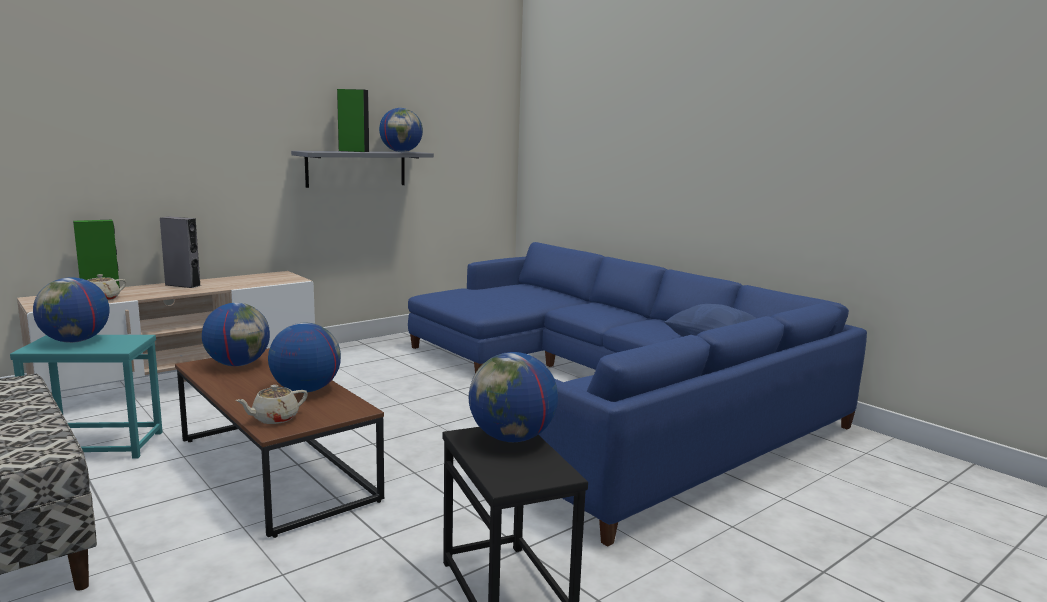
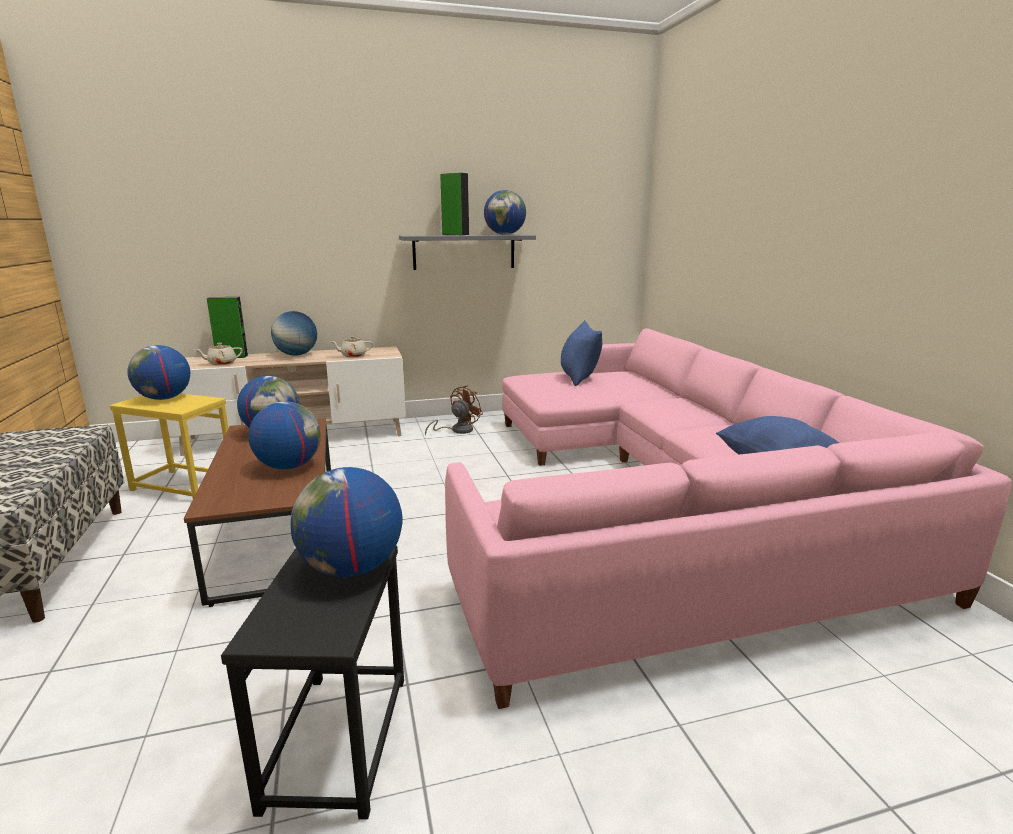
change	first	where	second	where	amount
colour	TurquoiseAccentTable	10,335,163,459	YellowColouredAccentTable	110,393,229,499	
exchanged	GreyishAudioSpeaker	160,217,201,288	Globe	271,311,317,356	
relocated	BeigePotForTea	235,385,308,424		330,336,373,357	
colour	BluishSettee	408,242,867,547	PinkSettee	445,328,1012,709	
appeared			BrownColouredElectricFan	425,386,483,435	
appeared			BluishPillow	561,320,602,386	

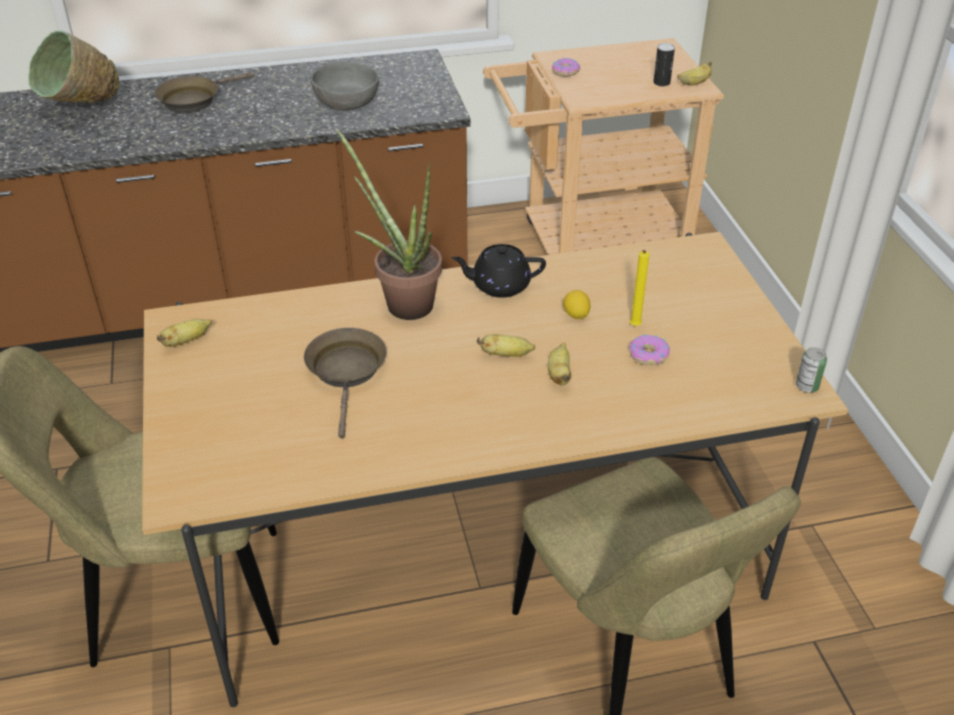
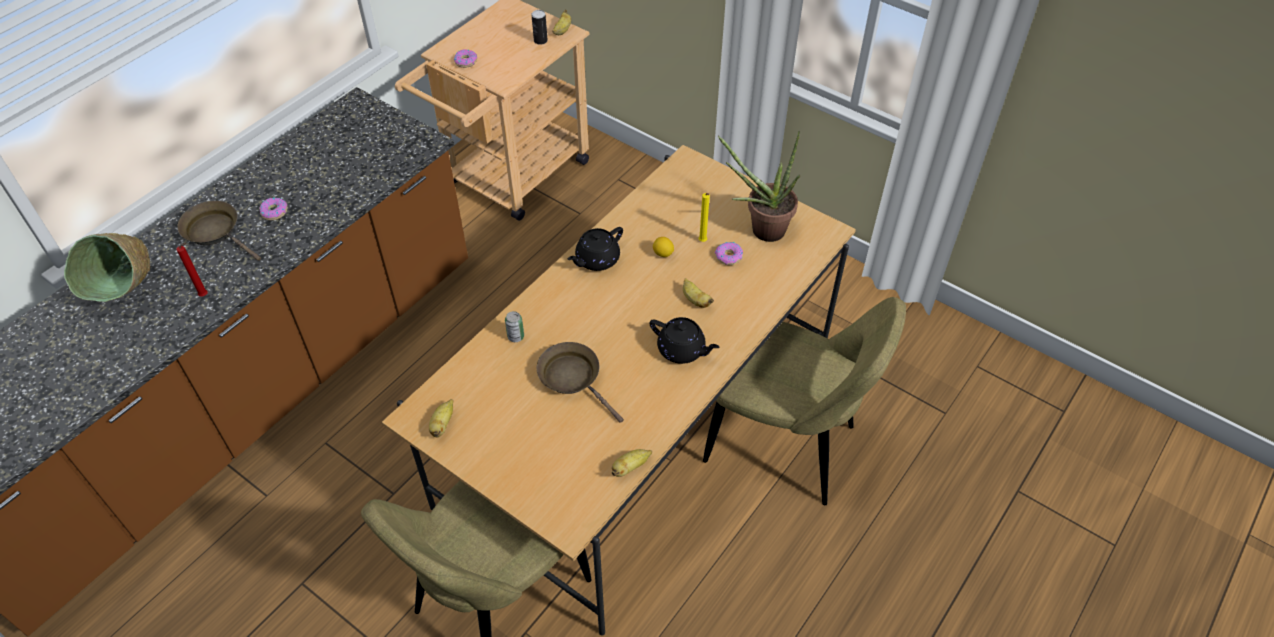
change	first	where	second	where	amount
spun	BrownColouredFryingPan	154,72,254,113		177,201,261,261	120 degrees clockwise
missing	GreyishBowl	311,62,379,110			
relocated	PottedPlant	337,129,442,320		718,131,800,242	
relocated	WholeBanana	477,334,535,357		612,449,652,477	
relocated	MetalCan	796,347,827,393		505,311,524,342	
appeared			ReddishCandle	176,243,208,297	
appeared			RingDoughnut	260,198,287,221	
appeared			BlackPotForTea	650,317,720,364	

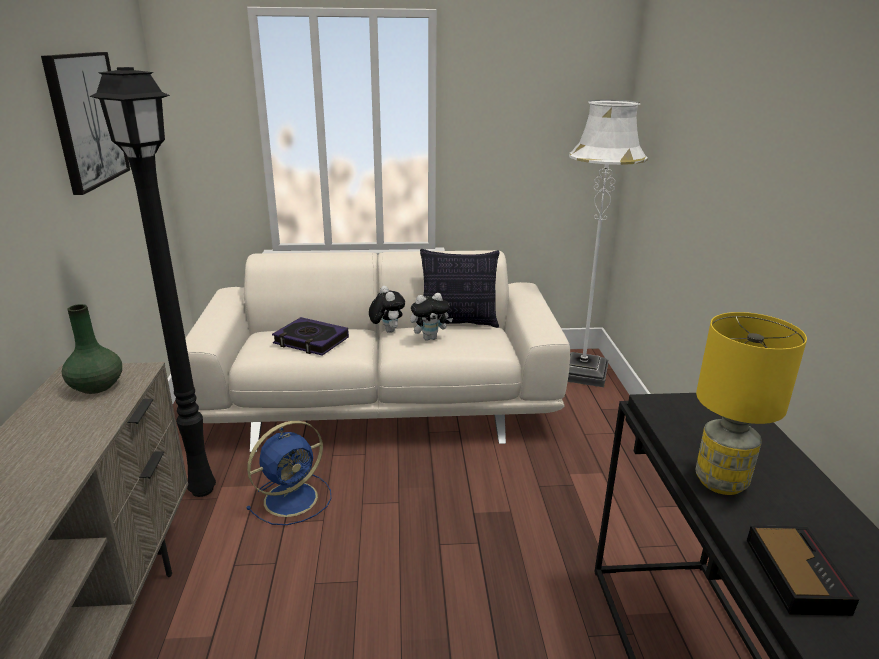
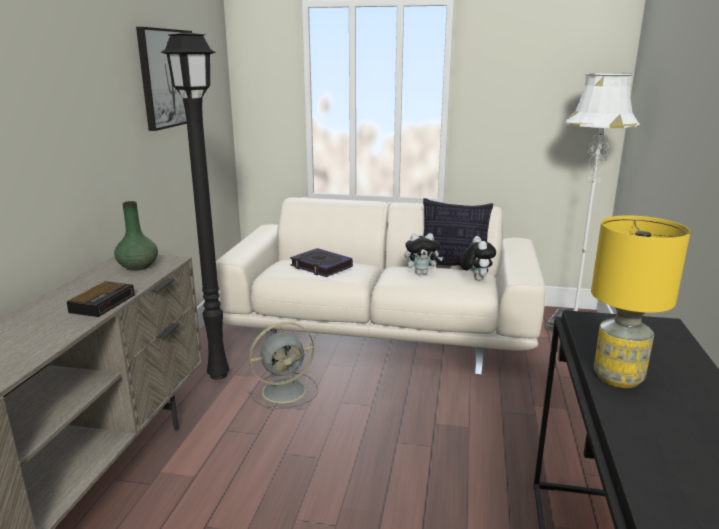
change	first	where	second	where	amount
colour	BluishElectricFan	246,421,332,525	GreyishElectricFan	248,322,318,409	
relocated	PlushToy	369,286,405,333		460,236,496,281	
relocated	BedsideClock	747,525,859,616		67,281,135,317	

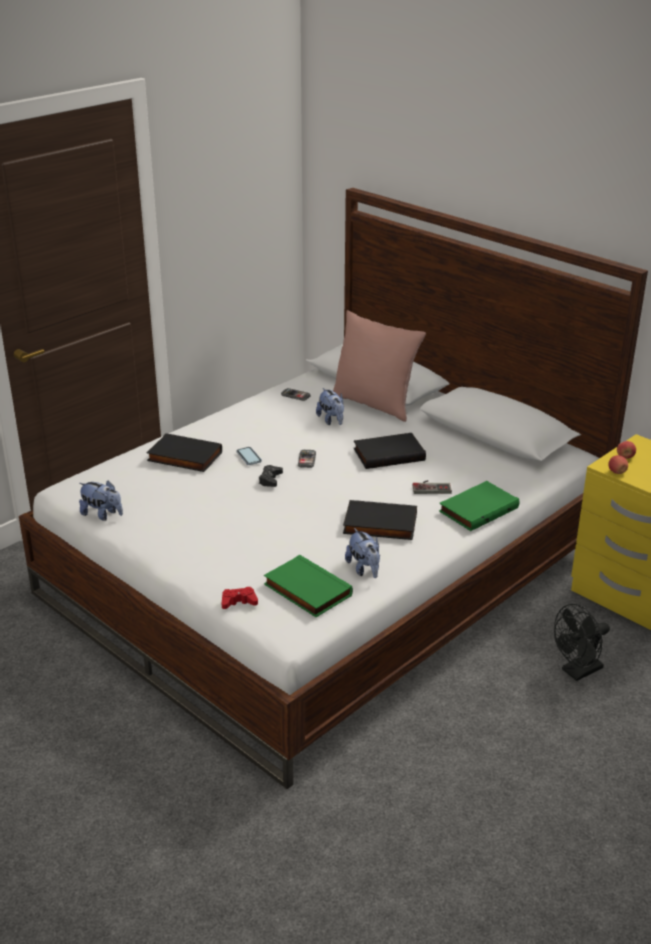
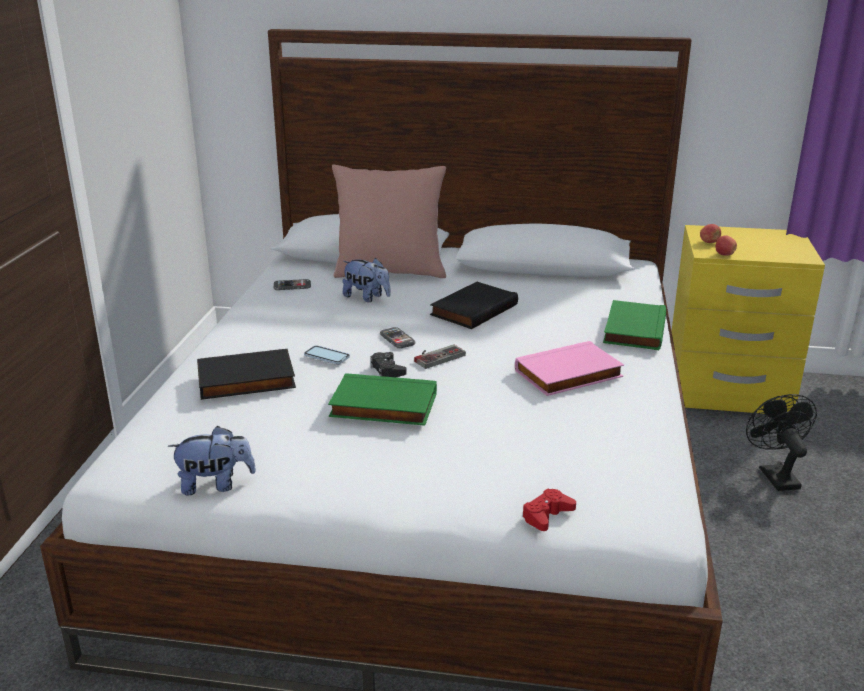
change	first	where	second	where	amount
relocated	GreenishBook	264,555,353,617		328,373,437,426	
colour	BlackBook	343,500,417,540	PinkBook	515,341,624,396	
missing	PlushToy	345,528,380,578			
relocated	Joypad	413,480,452,494		414,344,466,369	
spun	BlackElectricFan	554,604,610,681		746,394,817,491	150 degrees clockwise

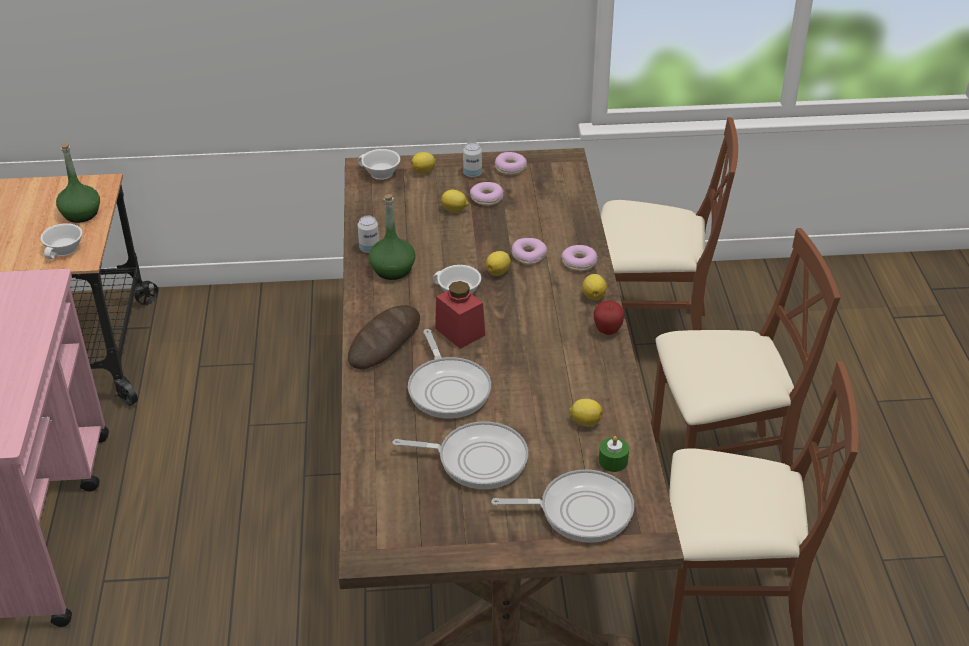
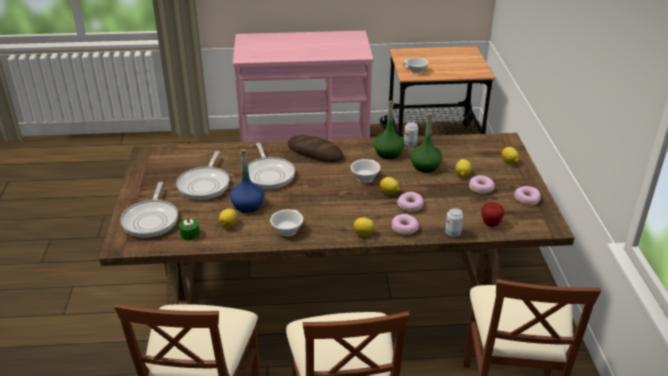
change	first	where	second	where	amount
relocated	GreenishBottle	56,143,100,223		411,112,442,172	
relocated	WhitishSmallCup	358,149,400,180		270,210,303,236	
spun	FryingPan	408,329,491,418		248,143,295,189	90 degrees counterclockwise
missing	ReddishJar	435,281,485,349			
relocated	MetalCan	463,142,482,178		445,208,463,237	
relocated	Apple	594,300,625,335		481,202,504,227	
appeared			BluishBottle	230,149,264,213	

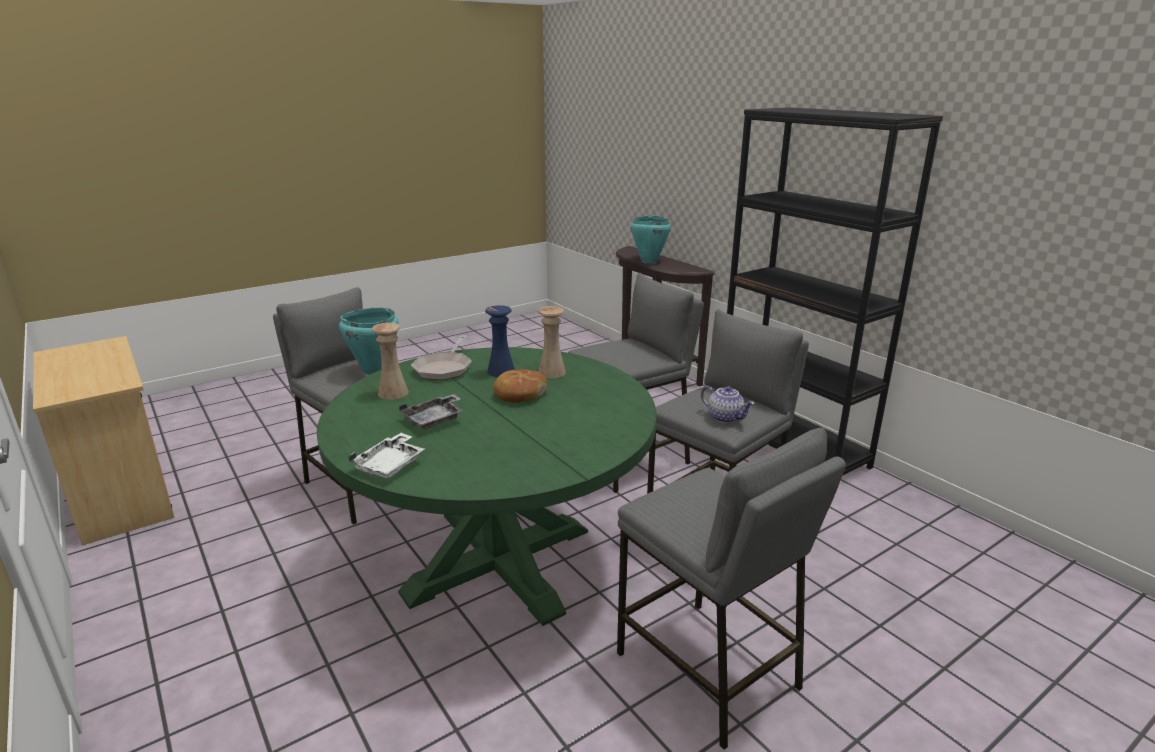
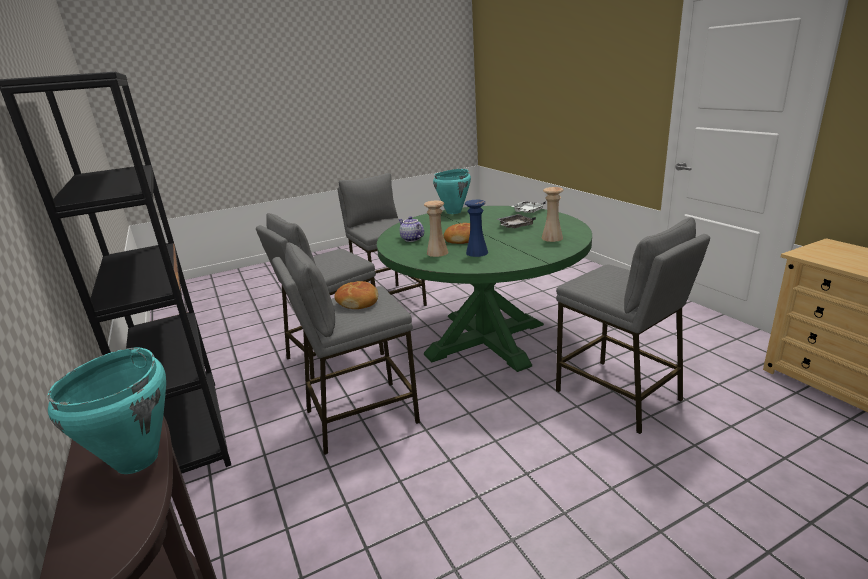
change	first	where	second	where	amount
relocated	TurquoiseCookingPot	339,308,399,375		433,169,471,214	
missing	FryingPan	411,335,471,380			
relocated	PotForTea	701,386,754,423		399,216,424,242	
appeared			Bread	334,281,378,309	

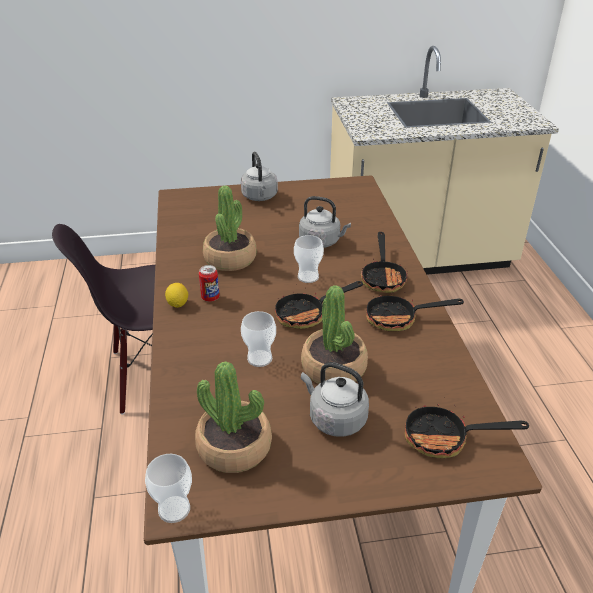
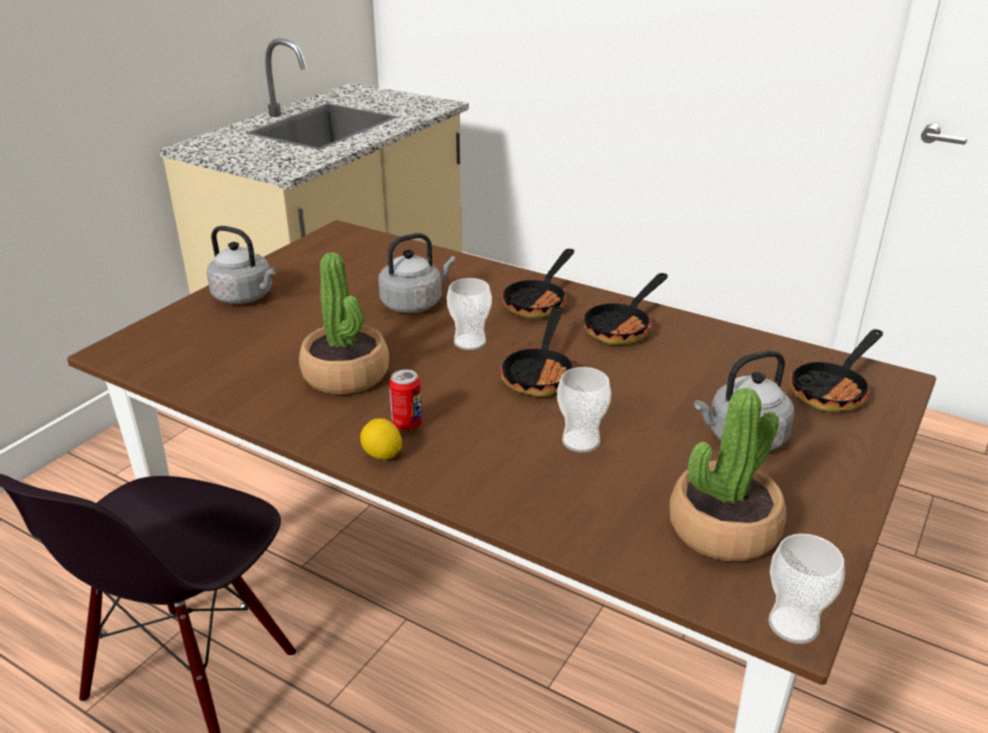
change	first	where	second	where	amount
missing	PottedPlant	301,285,368,384			
spun	FryingPan	361,232,408,293		502,249,574,319	75 degrees clockwise

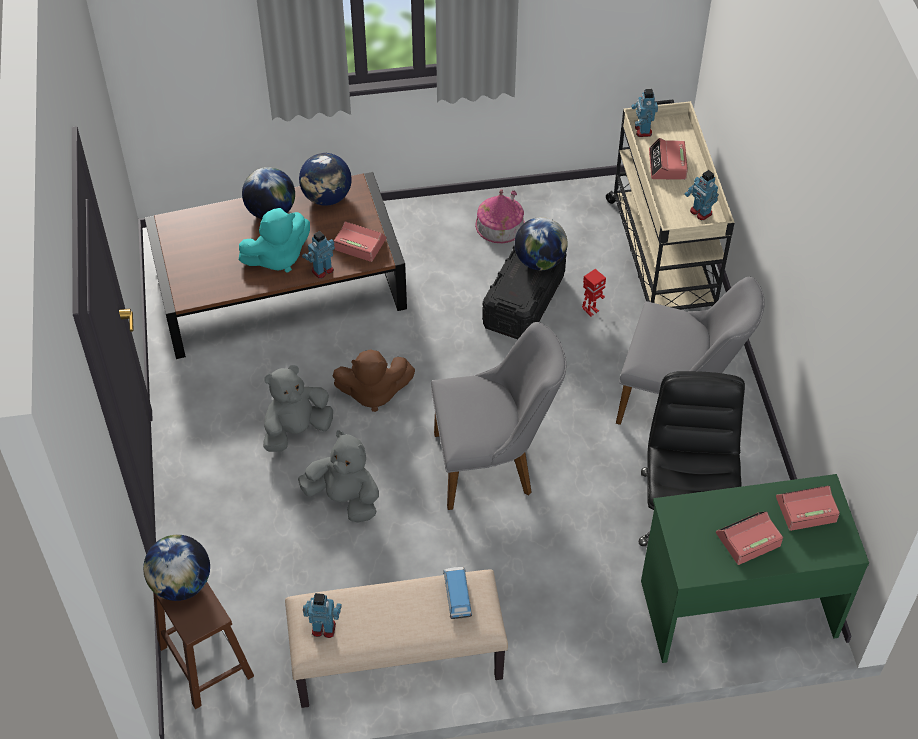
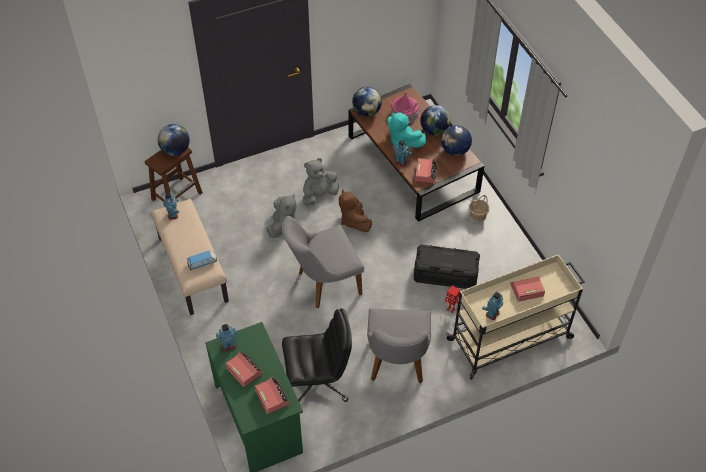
change	first	where	second	where	amount
spun	GreyishPlushToy	263,365,333,452		303,158,339,205	75 degrees counterclockwise
spun	GreyishChair	431,322,566,510		282,216,364,308	90 degrees clockwise
relocated	ModelHouse	475,189,525,243		390,92,419,124	
relocated	Globe	514,217,568,270		352,87,382,117	
relocated	RobotFigure	632,89,658,137		216,324,237,351	
appeared			HouseholdBasket	469,195,490,222	

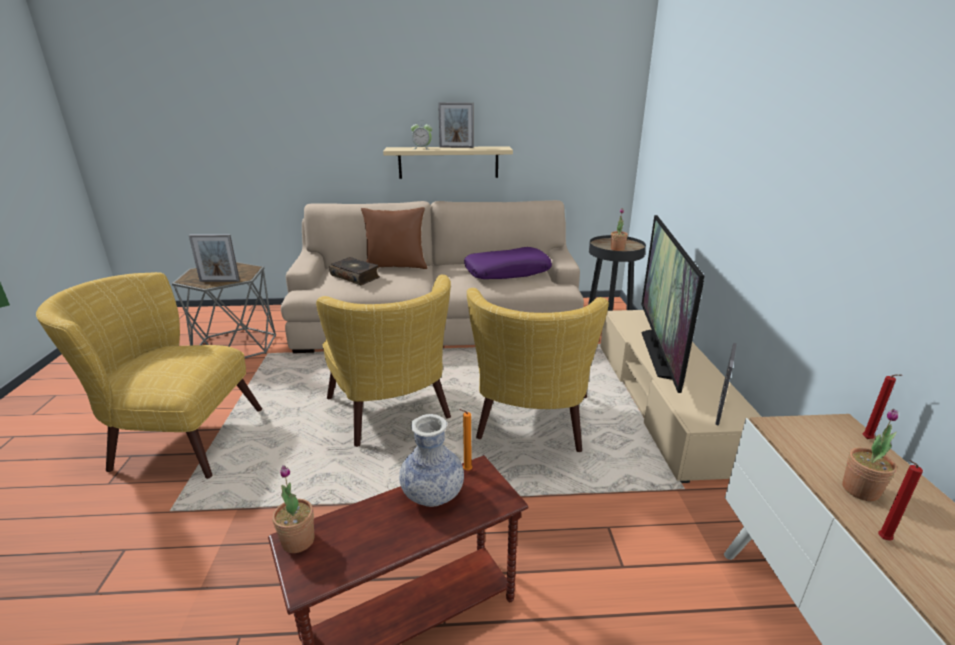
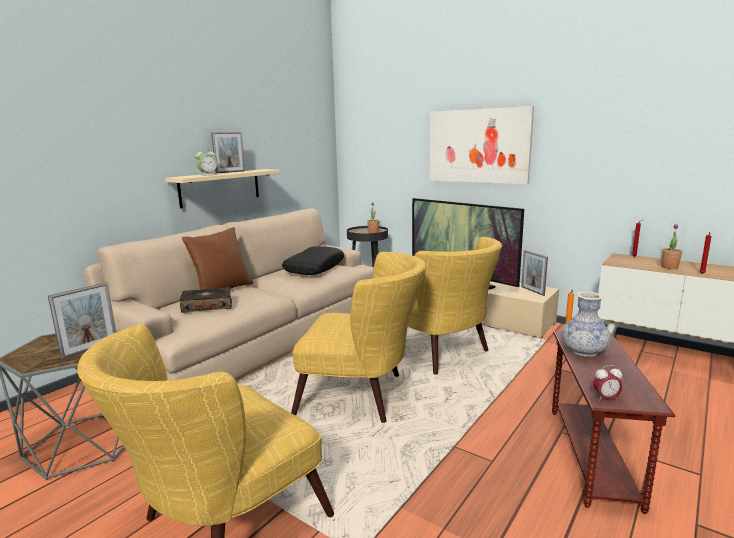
change	first	where	second	where	amount
exchanged	PottedPlant	272,465,314,553	BedsideClock	593,365,623,401	
colour	PurplePillow	464,247,552,279	BlackPillow	282,246,344,275	
appeared			WallArt	429,106,534,184	

